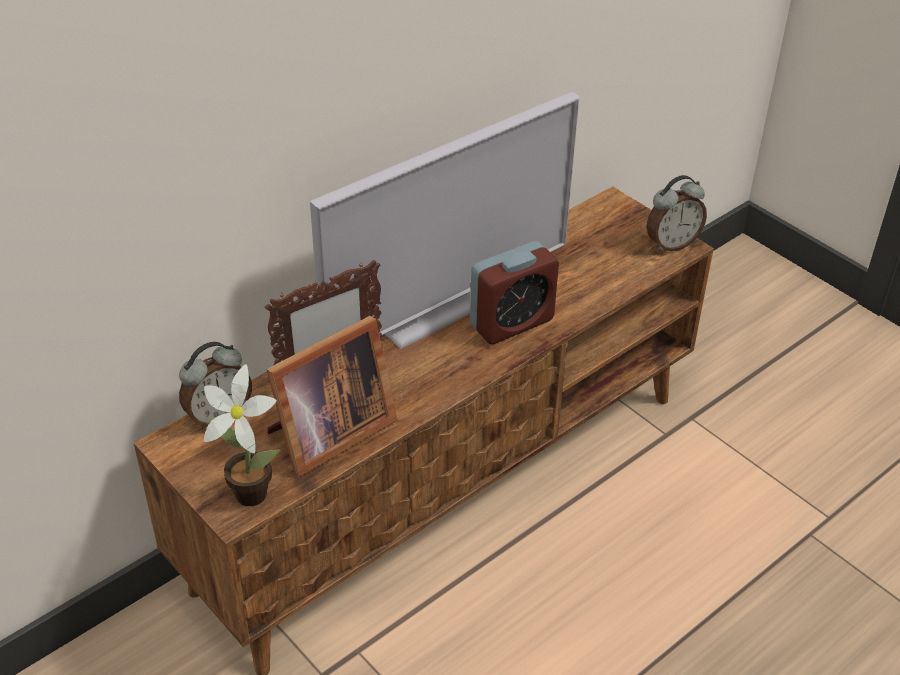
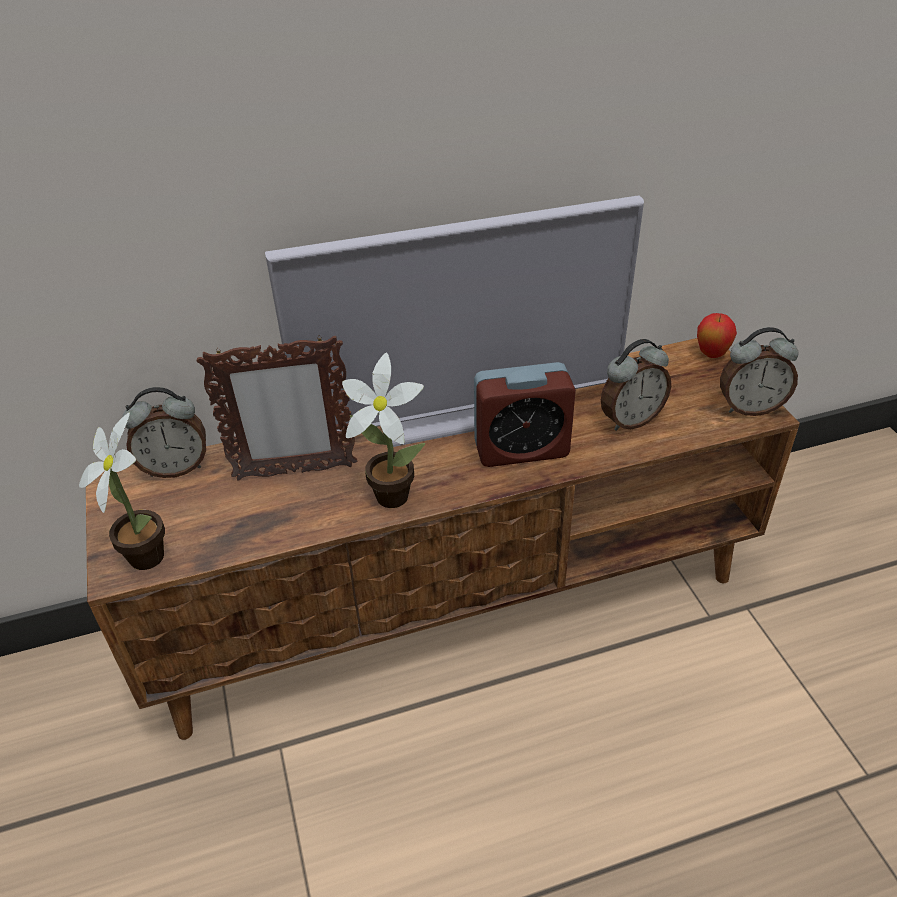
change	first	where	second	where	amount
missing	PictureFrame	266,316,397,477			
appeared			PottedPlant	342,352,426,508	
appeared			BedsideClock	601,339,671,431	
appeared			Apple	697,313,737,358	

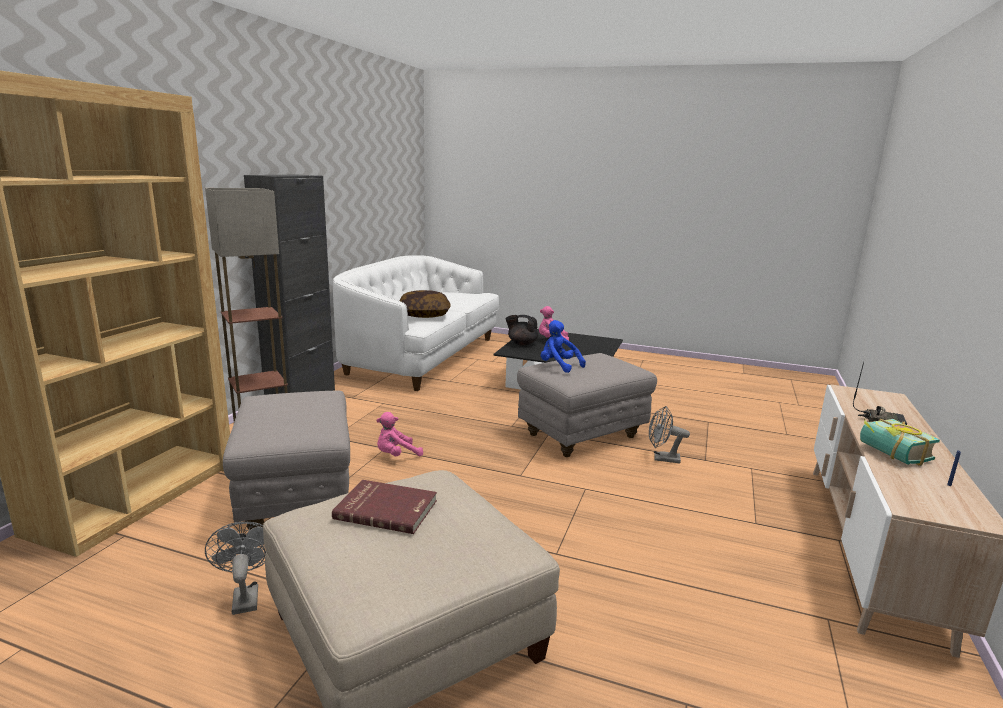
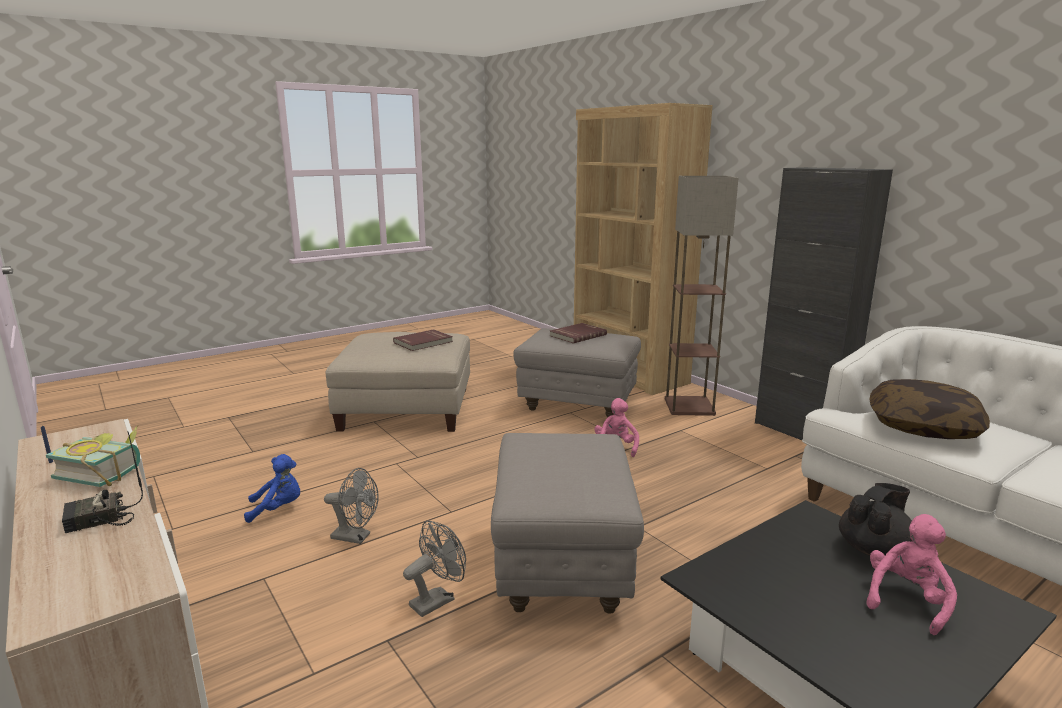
change	first	where	second	where	amount
relocated	GreyishElectricFan	205,521,266,615		324,468,379,544	
relocated	BluishPlushToy	541,320,586,373		244,454,300,523	
appeared			ReddishBook	550,323,607,343	

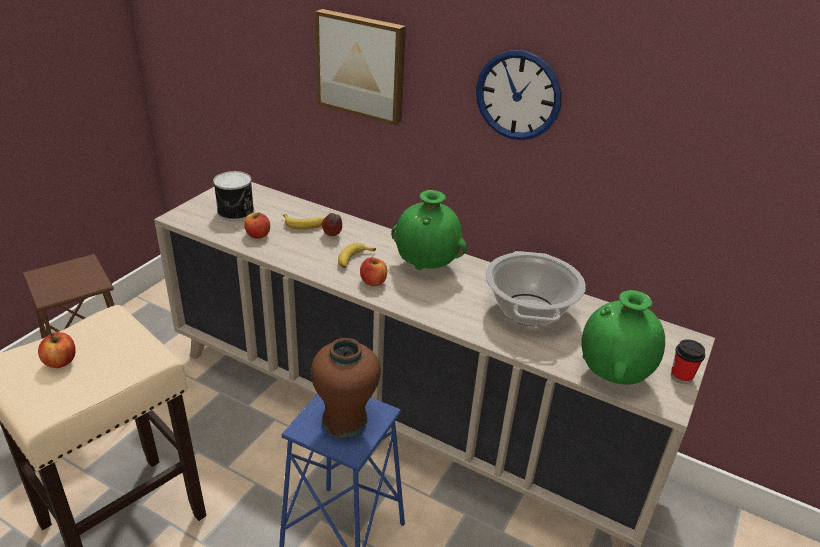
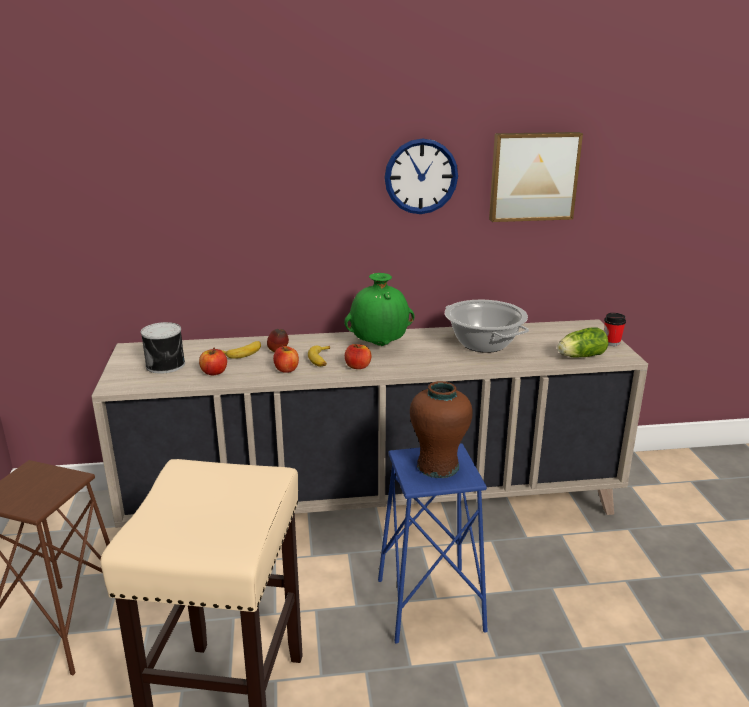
change	first	where	second	where	amount
relocated	Apple	38,332,76,368		273,346,299,373	
relocated	WallArt	315,9,406,125		489,132,583,222	
exchanged	GreenishFlowerVase	581,290,665,385	LettuceHead	557,327,608,358	

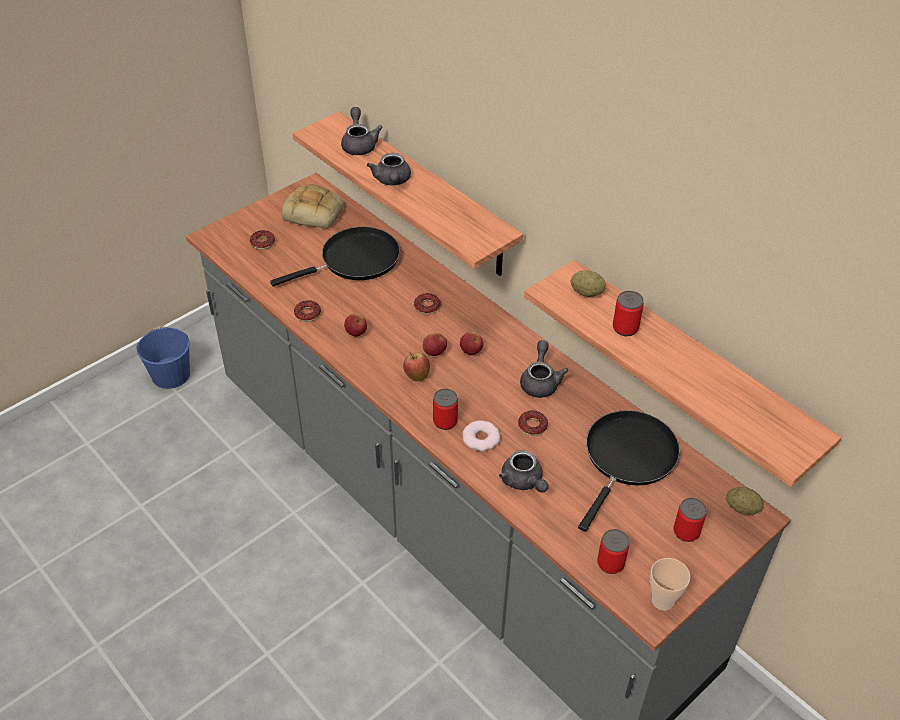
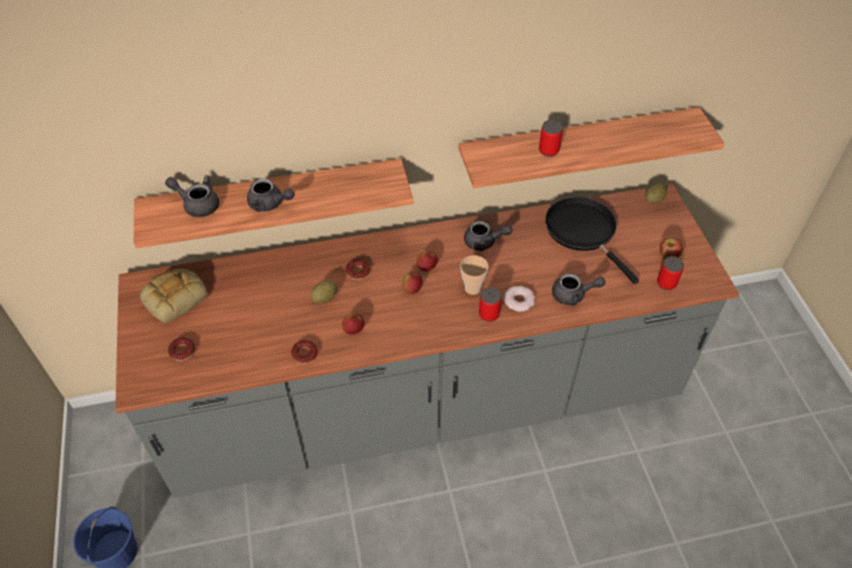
change	first	where	second	where	amount
missing	BlackFryingPan	270,227,400,287			
relocated	Apple	403,351,430,381		660,238,683,259	
missing	RingDoughnut	518,410,548,436			
spun	GreyishPotForTea	520,340,568,398		464,221,513,251	150 degrees clockwise
relocated	Potato	571,270,606,297		311,280,337,303	
relocated	SmallCup	650,558,690,611		460,255,489,295	
missing	MetalCan	673,498,707,542			

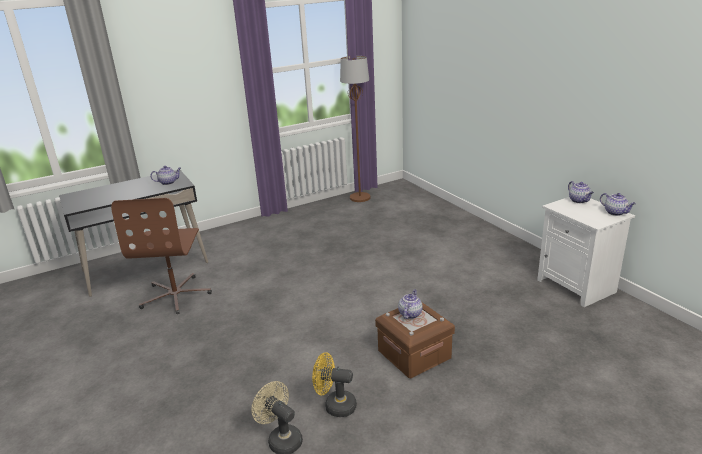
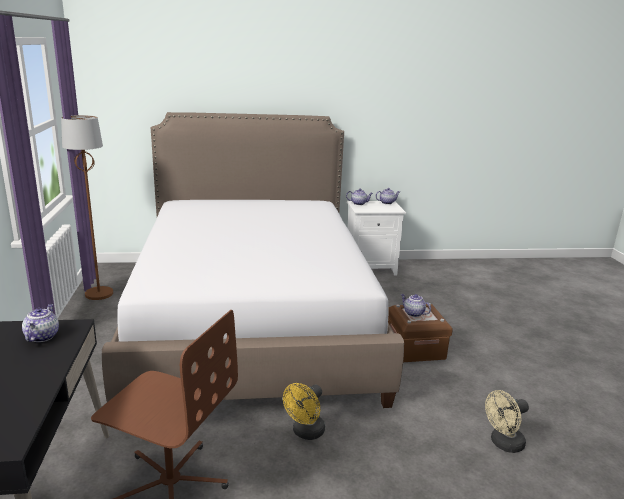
change	first	where	second	where	amount
relocated	YellowColouredElectricFan	312,352,357,417		283,383,325,440	
appeared			Bed	102,112,404,408	

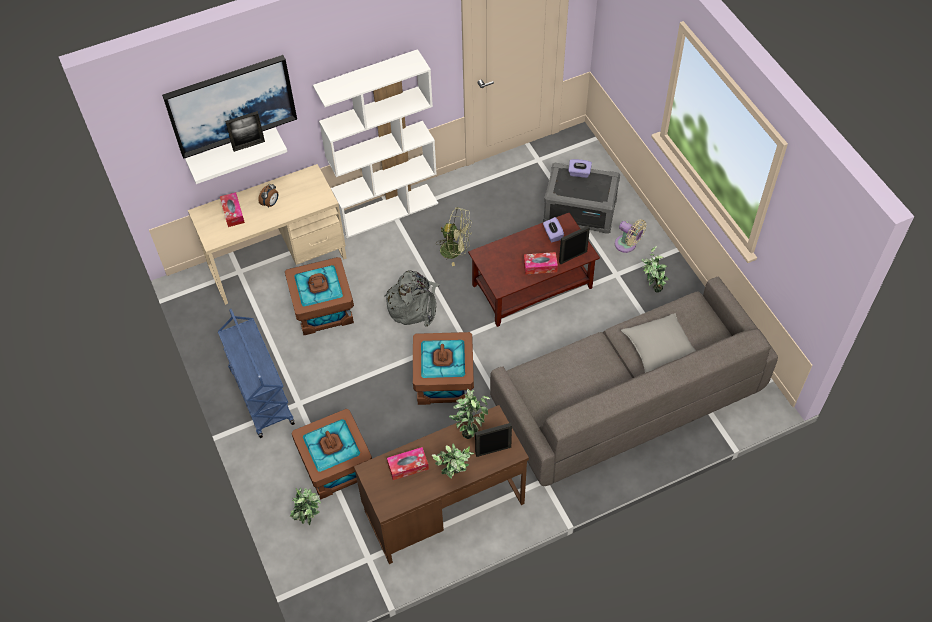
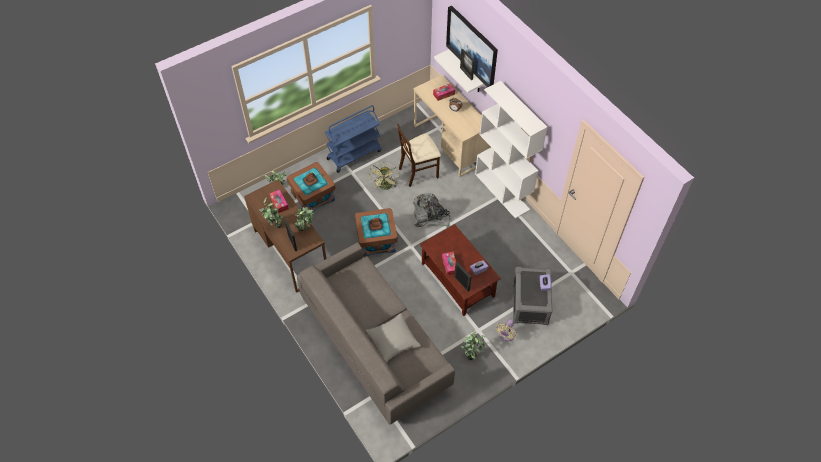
change	first	where	second	where	amount
exchanged	BrownColouredStorageBox	285,257,354,335	BeigeChair	397,124,441,187	
relocated	GreenishElectricFan	436,207,472,266		369,163,400,190	

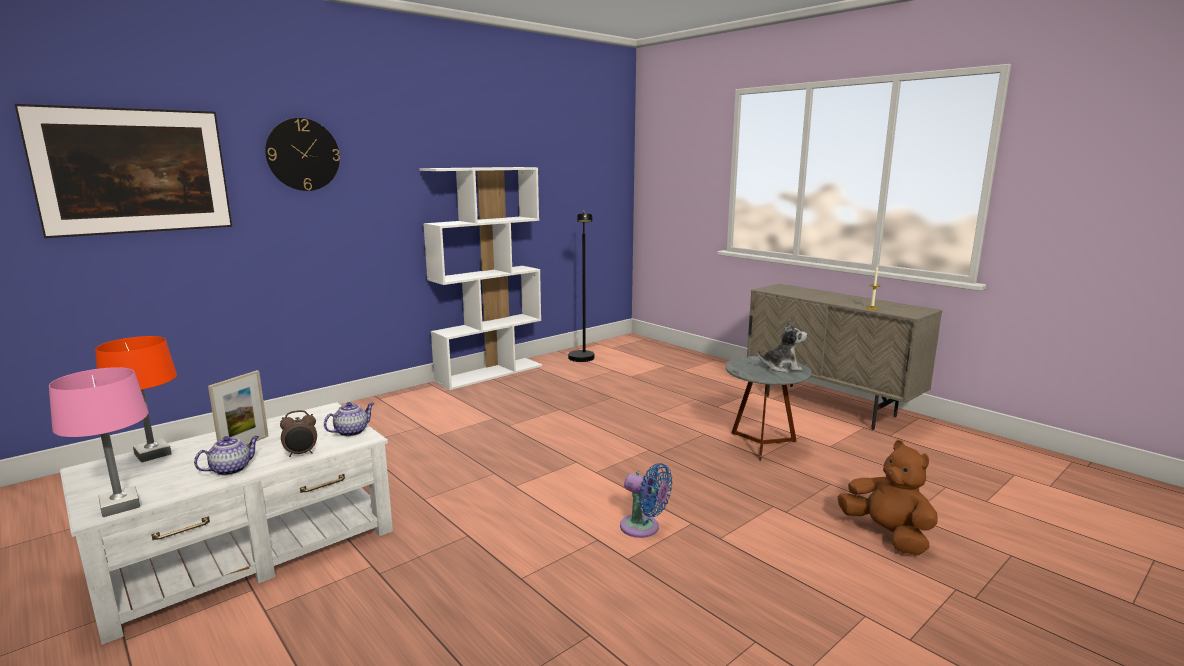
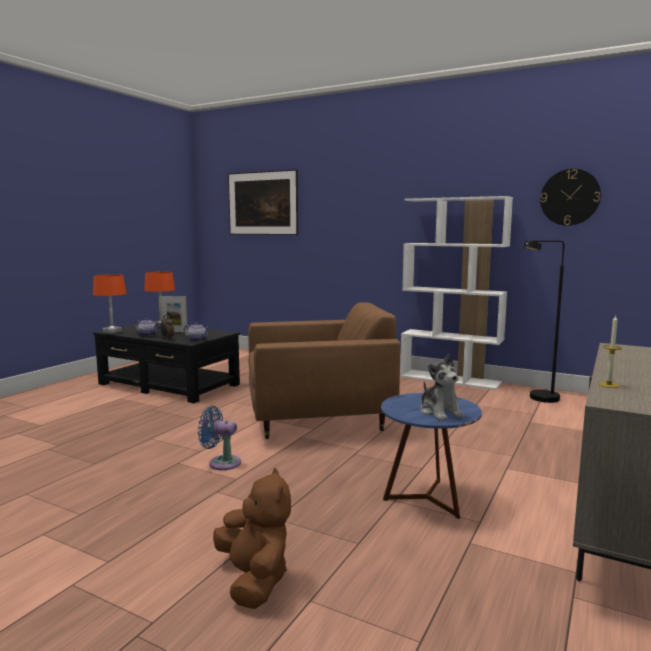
change	first	where	second	where	amount
colour	PinkTabletopLamp	49,367,148,517	OrangeColouredTabletopLamp	93,274,126,334	
colour	WhitishLoungeTable	60,402,393,645	BlackLoungeTable	93,323,240,403	
relocated	WallClock	265,118,340,191		540,169,601,226	
spun	BluishElectricFan	620,463,672,538		198,406,241,470	90 degrees clockwise
colour	GreyishAccentTable	726,356,812,461	BluishAccentTable	381,393,482,519	
spun	BrownColouredPlushToy	838,440,938,555		213,468,291,609	60 degrees counterclockwise
appeared			BrownColouredEasyChair	248,302,401,439	

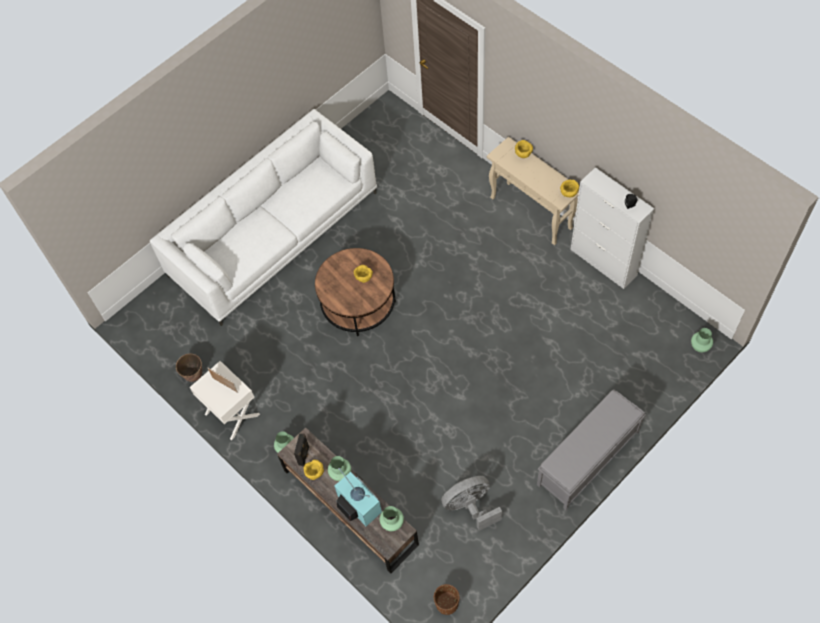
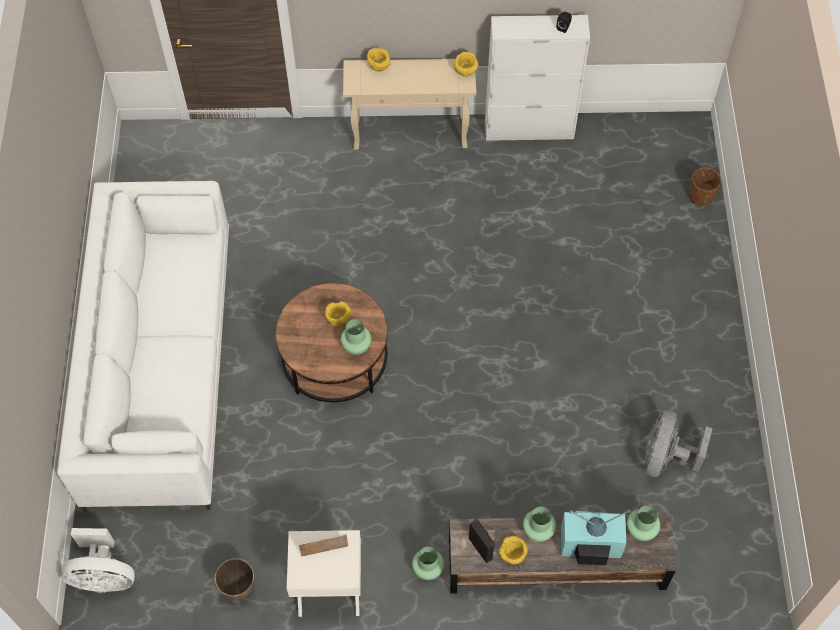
change	first	where	second	where	amount
relocated	BrownColouredPlanter	434,584,460,615		689,167,721,206	
missing	GreyishLongSeat	537,390,646,510			
relocated	GreenishFlowerVase	691,328,713,353		341,319,371,355	
appeared			WhitishElectricFan	61,528,135,593	

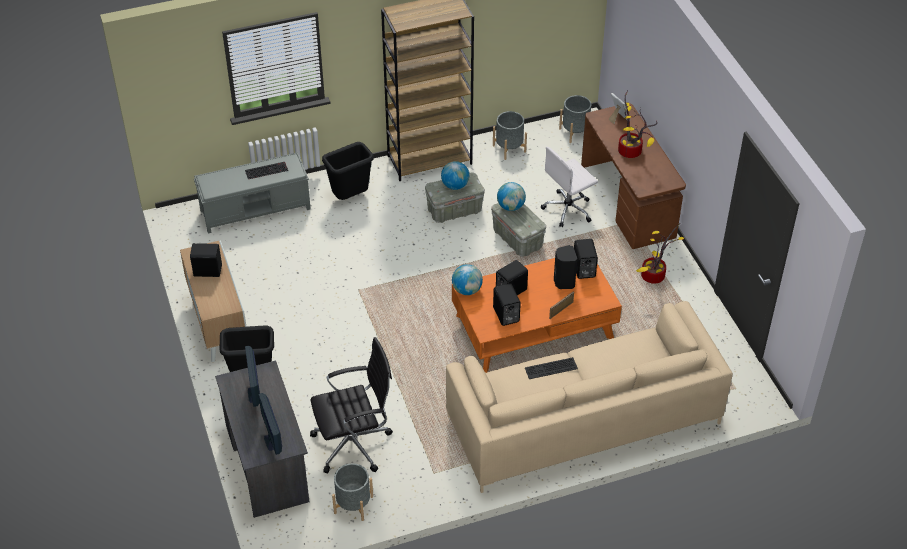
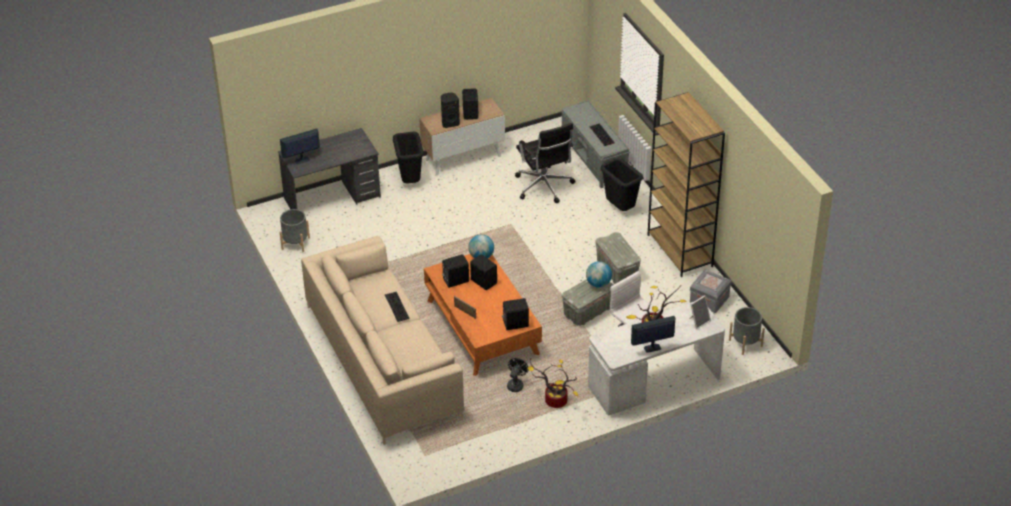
change	first	where	second	where	amount
relocated	ComputerDisplay	245,346,260,407		631,316,675,353	
relocated	BlackOfficeChair	310,337,393,473		515,123,576,203	
missing	Globe	441,161,469,190			
exchanged	GreyishPlanter	493,111,527,160	GreyishStorageBox	690,270,732,313	
relocated	BlackAudioSpeaker	554,245,577,289		441,93,460,128	
colour	BrownColouredDeskUnit	581,104,686,249	WhitishDeskUnit	588,302,725,416	
appeared			BlackElectricFan	507,358,528,392	

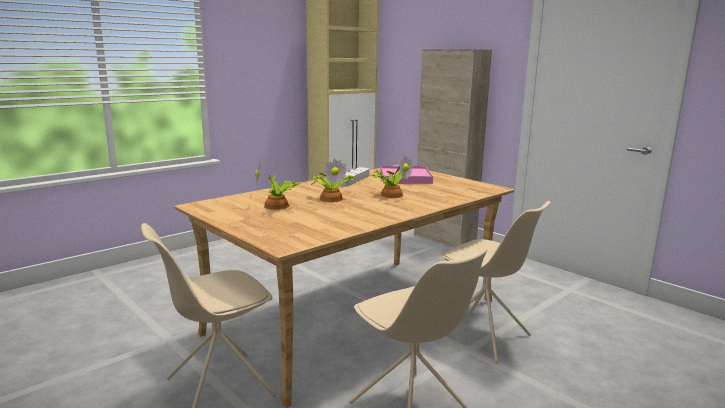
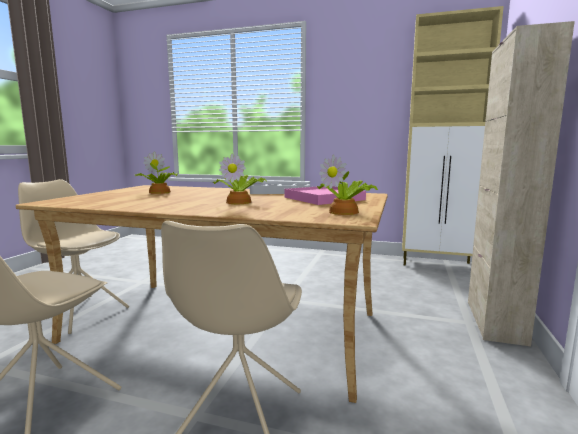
change	first	where	second	where	amount
relocated	PottedPlant	311,158,354,202		317,155,378,215	

